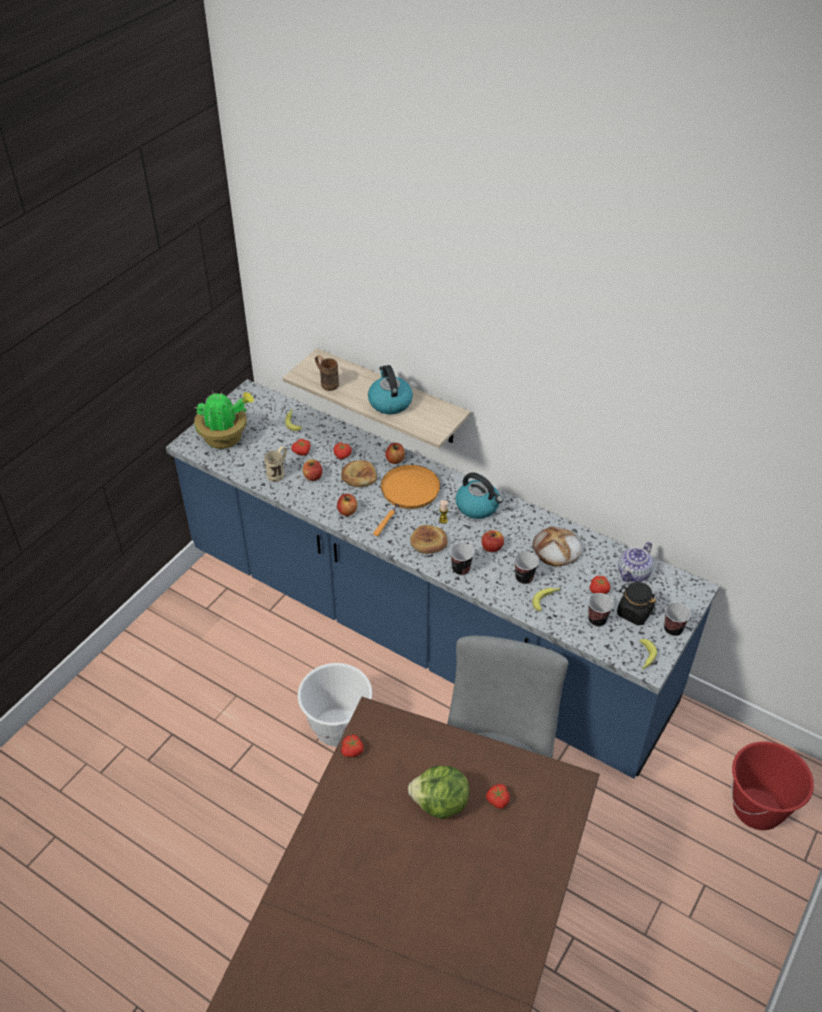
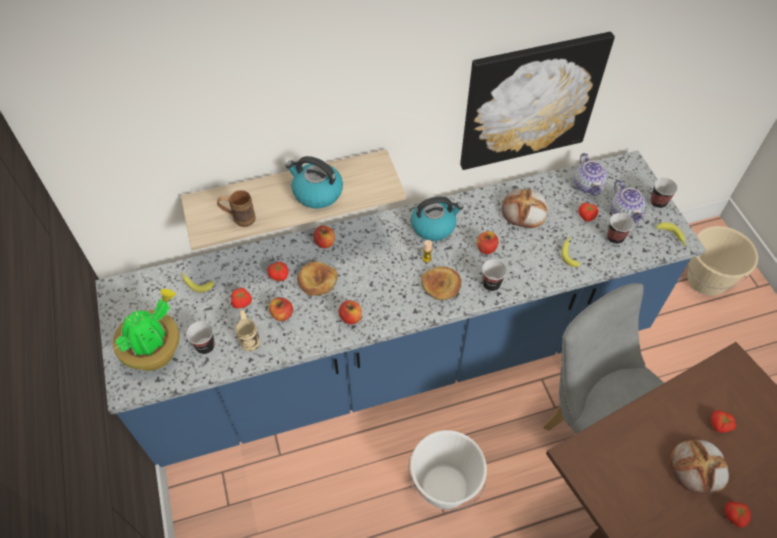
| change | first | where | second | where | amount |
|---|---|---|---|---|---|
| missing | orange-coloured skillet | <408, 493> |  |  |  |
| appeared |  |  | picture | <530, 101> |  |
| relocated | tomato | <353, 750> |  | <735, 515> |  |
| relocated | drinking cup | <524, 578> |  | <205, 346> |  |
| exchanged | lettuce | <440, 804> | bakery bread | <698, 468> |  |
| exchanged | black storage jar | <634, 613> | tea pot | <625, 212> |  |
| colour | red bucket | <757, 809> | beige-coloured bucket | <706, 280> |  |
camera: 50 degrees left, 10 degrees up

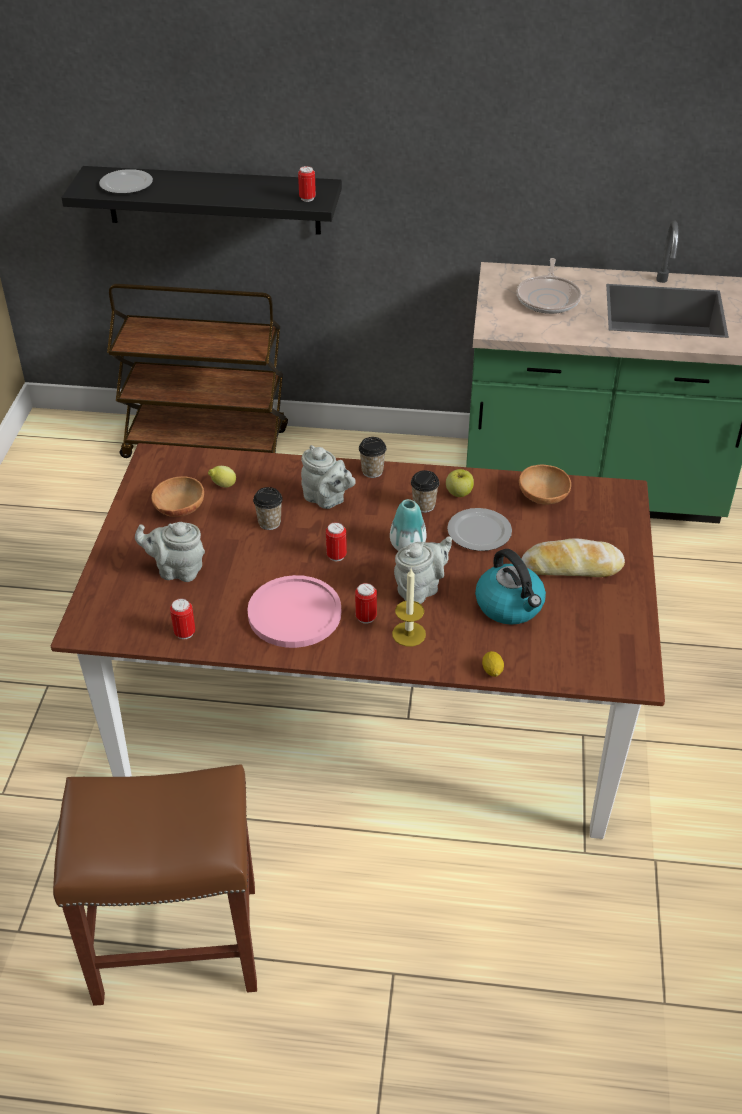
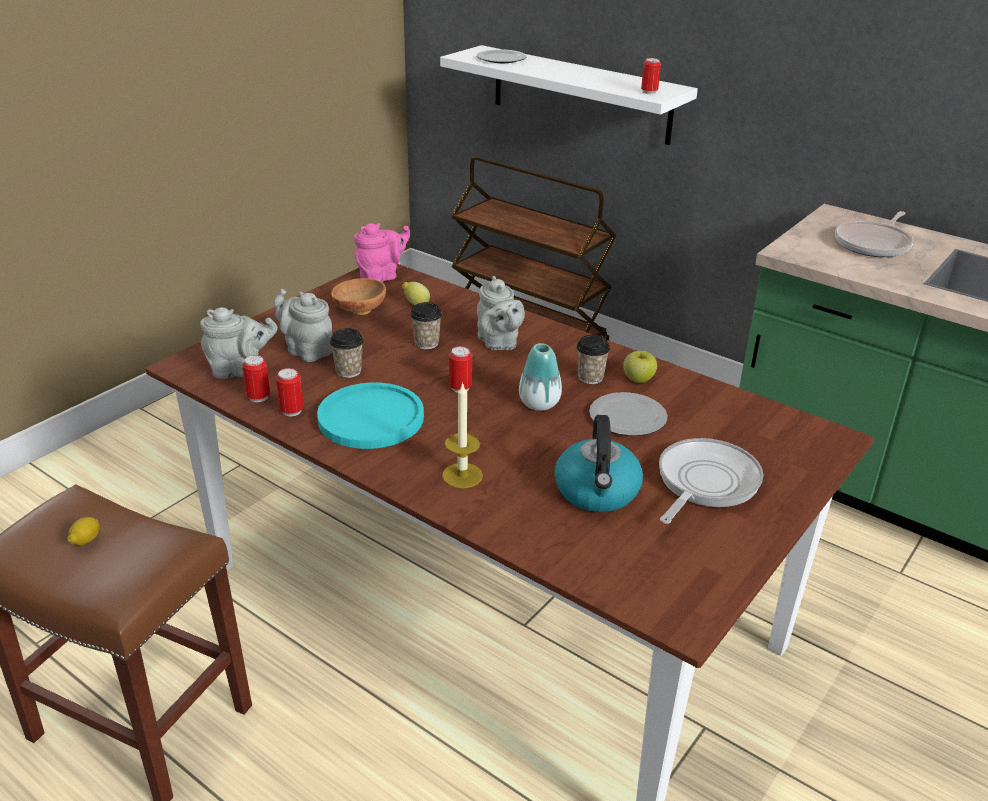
| change | first | where | second | where | amount |
|---|---|---|---|---|---|
| missing | brownish bowl | <543, 499> |  |  |  |
| appeared |  |  | pink-coloured tea pot | <381, 277> |  |
| relocated | can | <366, 617> |  | <292, 411> |  |
| relocated | drinking cup | <372, 471> |  | <348, 371> |  |
| relocated | gray tea pot | <420, 589> |  | <240, 370> |  |
| relocated | citrus fruit | <492, 670> |  | <86, 540> |  |
| exchanged | bakery bread | <571, 567> | skillet | <704, 483> |  |
| colour | black bracket shelf | <213, 200> | white bracket shelf | <580, 94> |  |
| colour | pink-coloured flat dish | <294, 613> | blue-green flat dish | <371, 418> |  |
camera: 30 degrees right, 10 degrees down

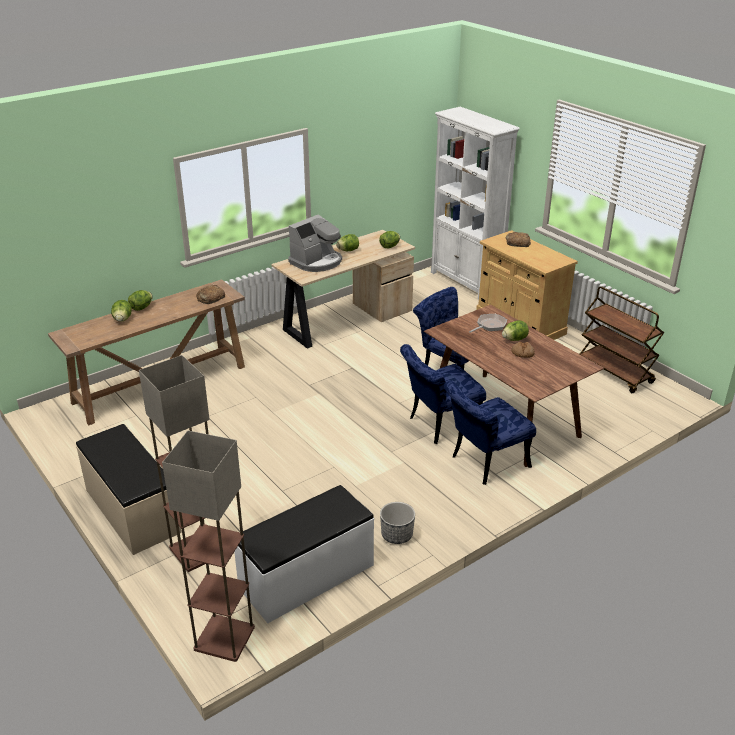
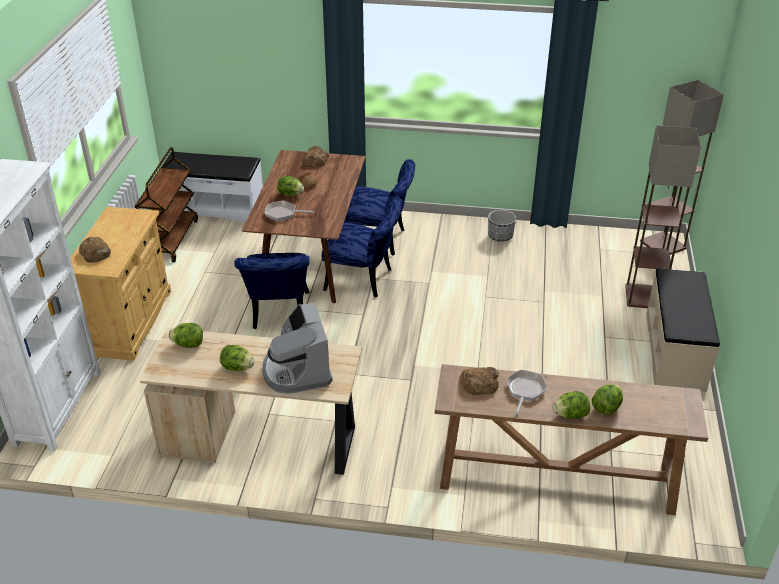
| change | first | where | second | where | amount |
|---|---|---|---|---|---|
| appeared |  |  | bakery bread | <315, 160> |  |
| appeared |  |  | skillet | <525, 390> |  |
| relocated | white indoor bench | <307, 577> |  | <215, 207> |  |
| spun | coffee maker | <317, 262> |  | <297, 370> | 105 degrees counterclockwise |
camera: 135 degrees left, 5 degrees up

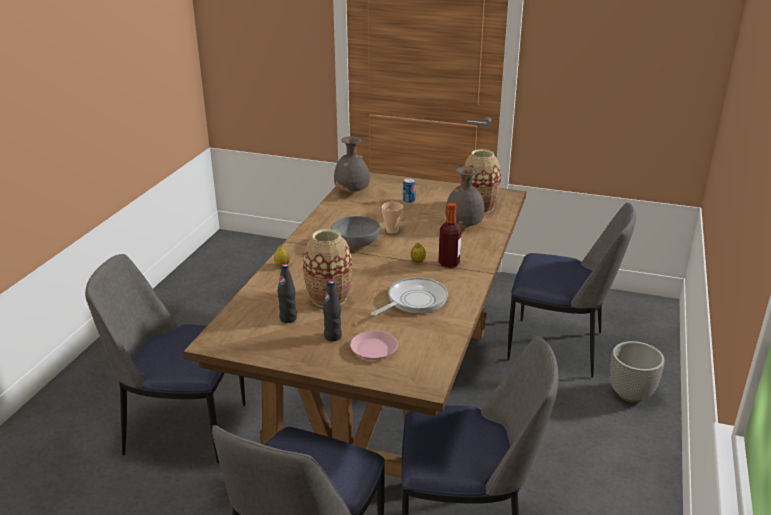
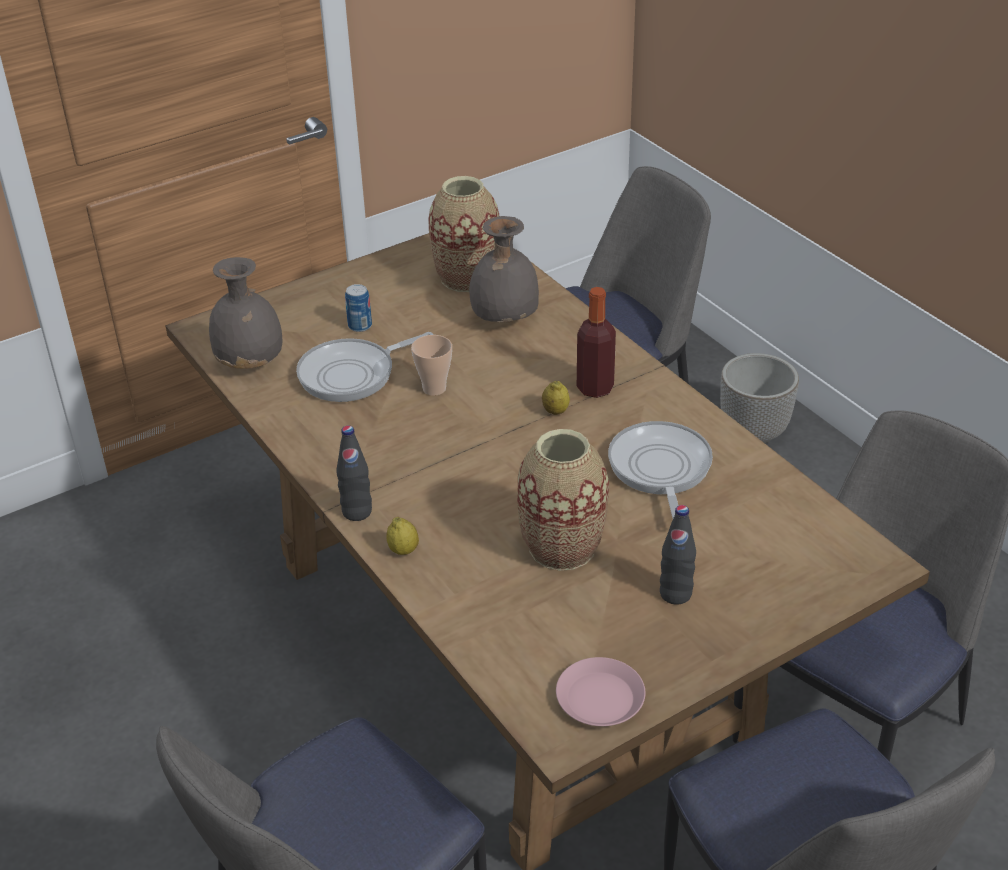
| change | first | where | second | where | amount |
|---|---|---|---|---|---|
| missing | gray bowl | <355, 244> |  |  |  |
| appeared |  |  | skillet | <352, 374> |  |
| relocated | black bottle | <288, 318> |  | <357, 512> |  |
| relocated | pink-coloured flat dish | <374, 349> |  | <600, 698> |  |
camera: 50 degrees left, 10 degrees up

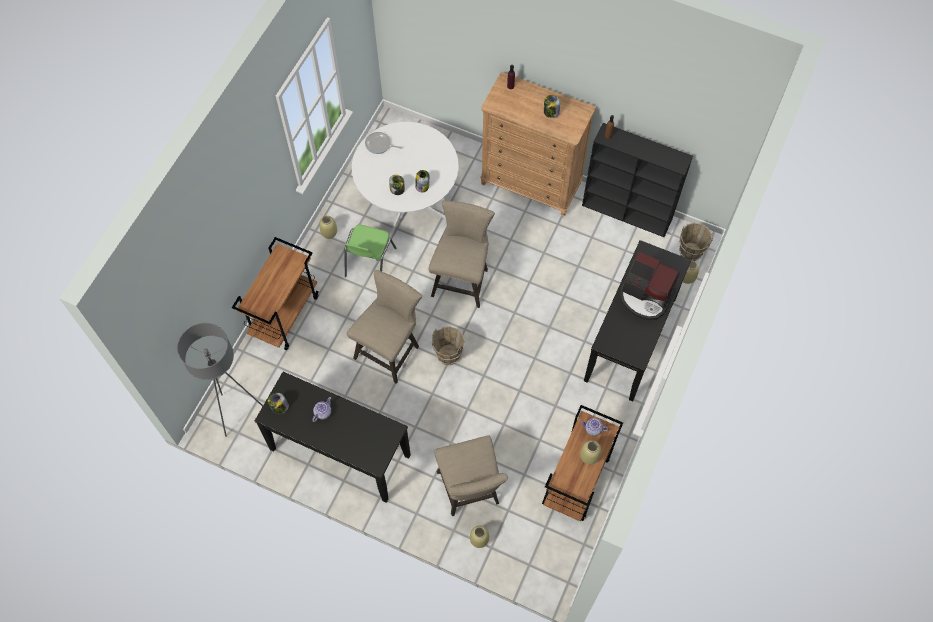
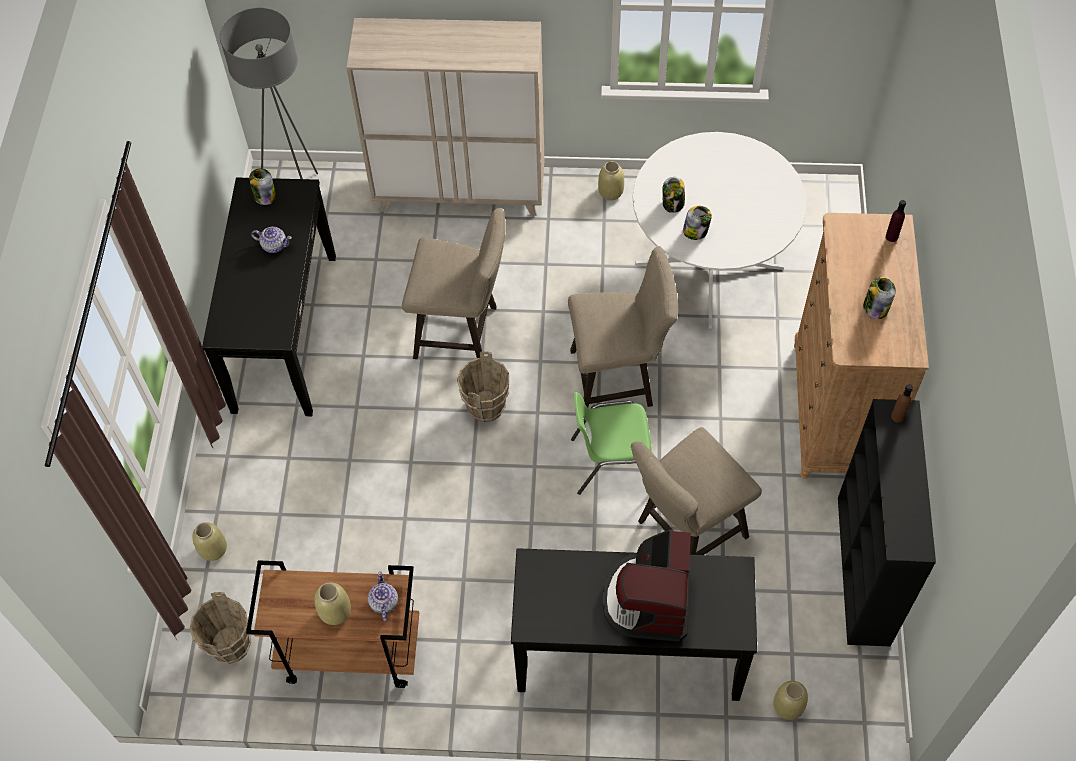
| change | first | where | second | where | amount |
|---|---|---|---|---|---|
| missing | skillet | <379, 145> |  |  |  |
| relocated | green chair | <369, 263> |  | <611, 462> |  |
| relocated | beige-coloured stool seat | <470, 492> |  | <685, 532> |  |
| relocated | brownish bucket | <690, 252> |  | <231, 645> |  |
| exchanged | brownish wheeled cart | <284, 314> | beige-coloured cabinet | <461, 193> |  |
camera: 70 degrees right, 5 degrees down

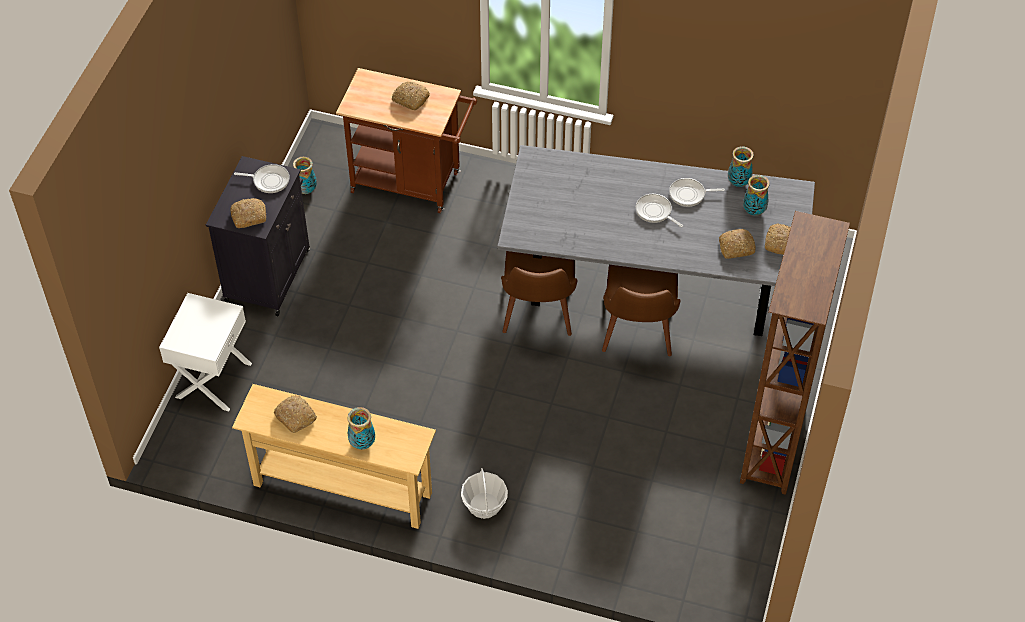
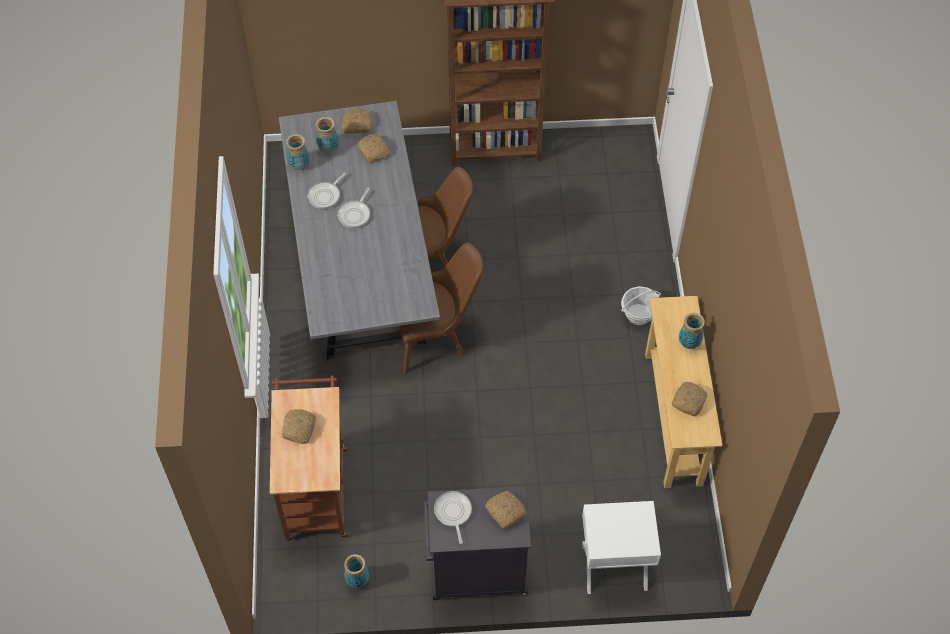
| change | first | where | second | where | amount |
|---|---|---|---|---|---|
| spun | skillet | <689, 194> |  | <325, 195> | 60 degrees clockwise |
camera: 110 degrees left, 5 degrees up

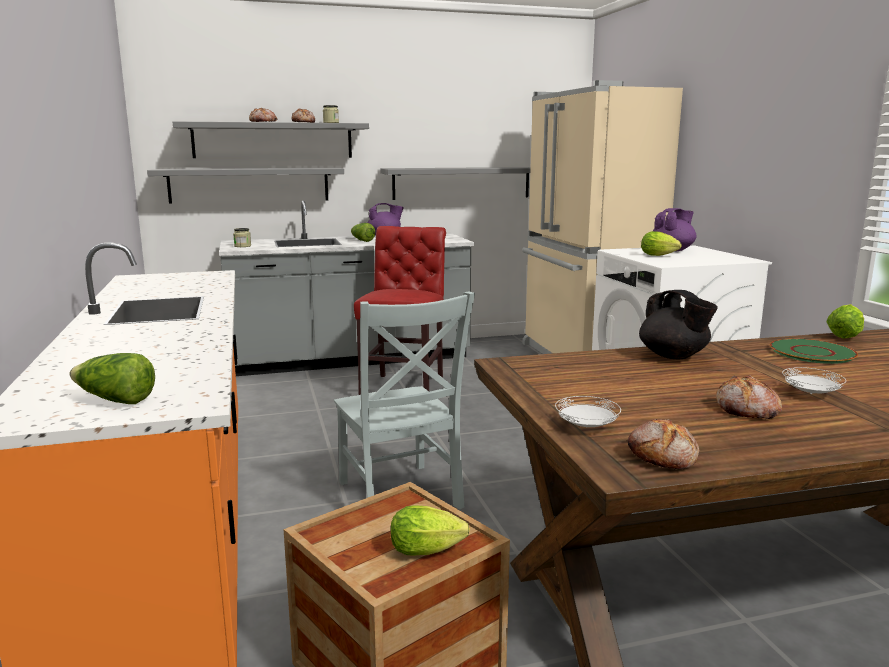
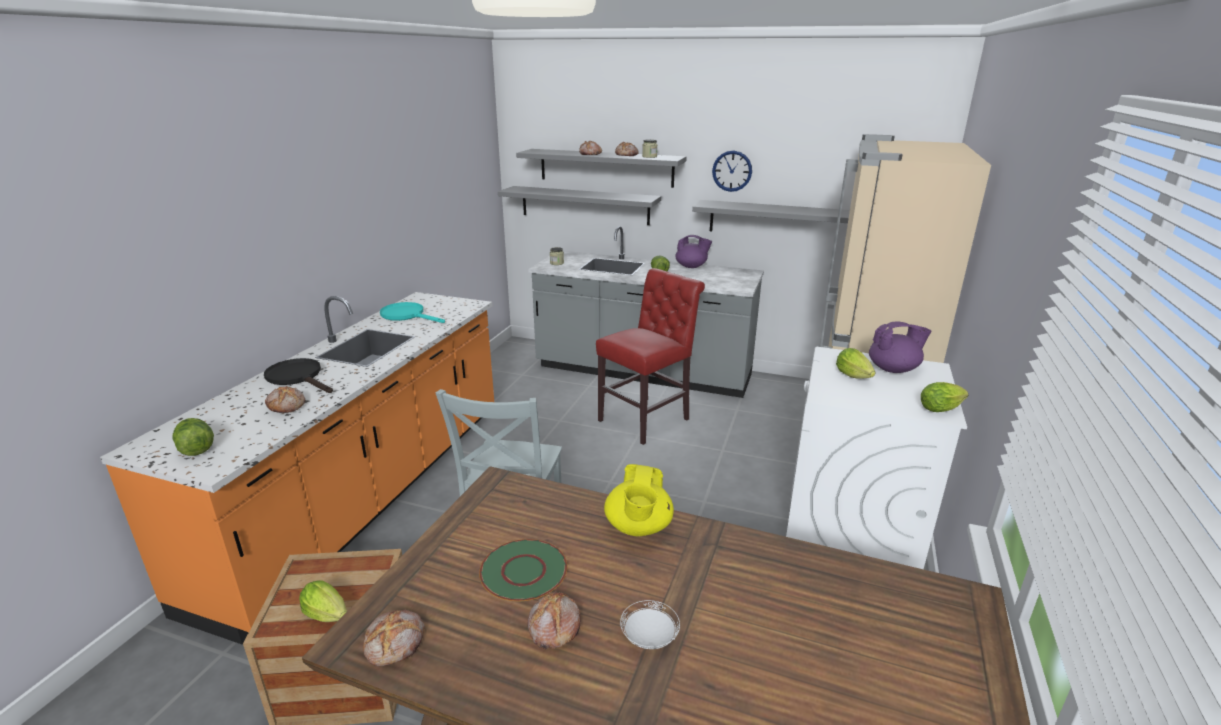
| change | first | where | second | where | amount |
|---|---|---|---|---|---|
| missing | white flat dish | <586, 427> |  |  |  |
| appeared |  |  | black skillet | <298, 377> |  |
| appeared |  |  | bakery bread | <287, 405> |  |
| appeared |  |  | blue-green skillet | <407, 315> |  |
| appeared |  |  | wall clock | <732, 171> |  |
| relocated | green flat dish | <811, 352> |  | <523, 571> |  |
| relocated | lettuce | <845, 335> |  | <942, 409> |  |
| colour | black tea pot | <673, 356> | yellow-coloured tea pot | <638, 527> |  |
camera: 35 degrees right, 10 degrees up

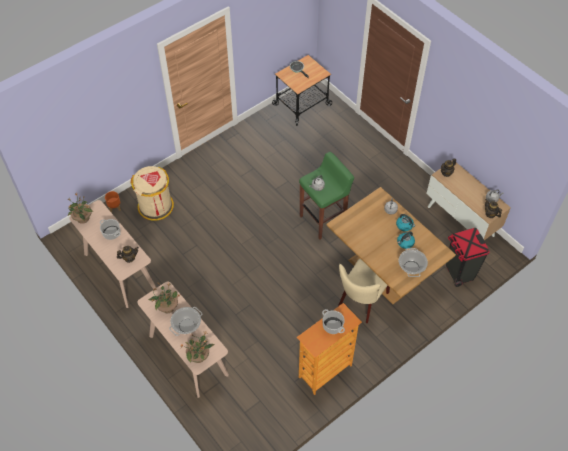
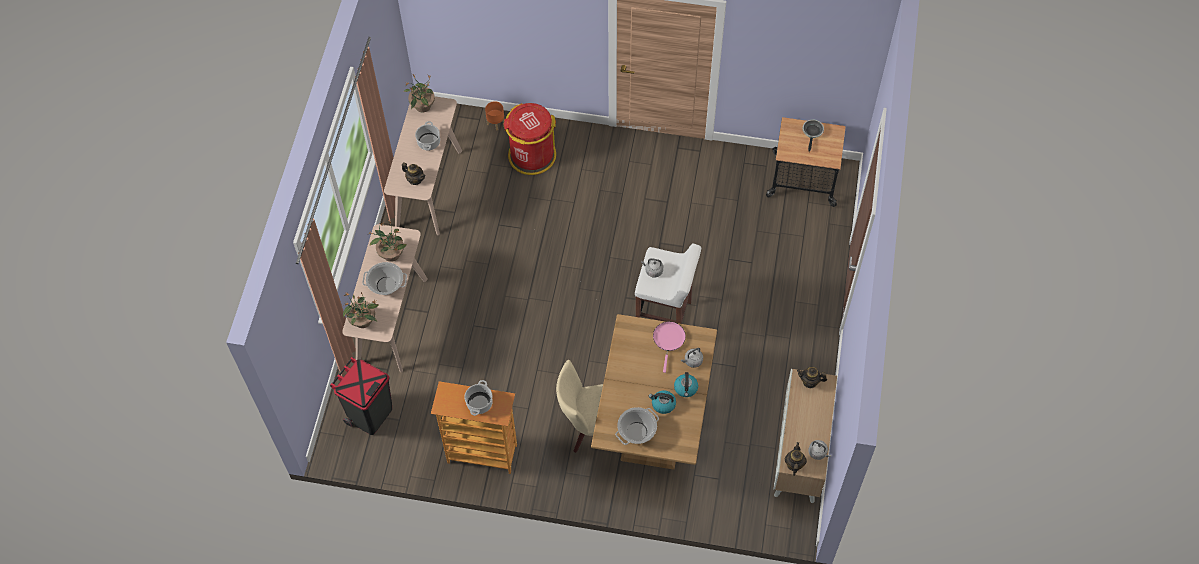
| change | first | where | second | where | amount |
|---|---|---|---|---|---|
| appeared |  |  | pink-coloured skillet | <668, 340> |  |
| relocated | black waste bin | <459, 272> |  | <370, 414> |  |
| colour | beige-coloured waste bin | <156, 206> | red waste bin | <531, 155> |  |
| colour | green stool seat | <323, 220> | white stool seat | <664, 317> |  |
camera: 50 degrees right, 5 degrees up

